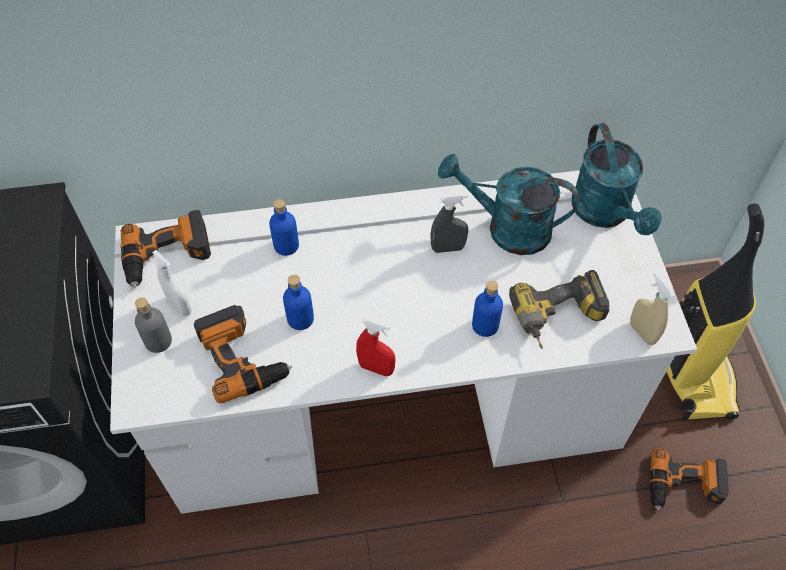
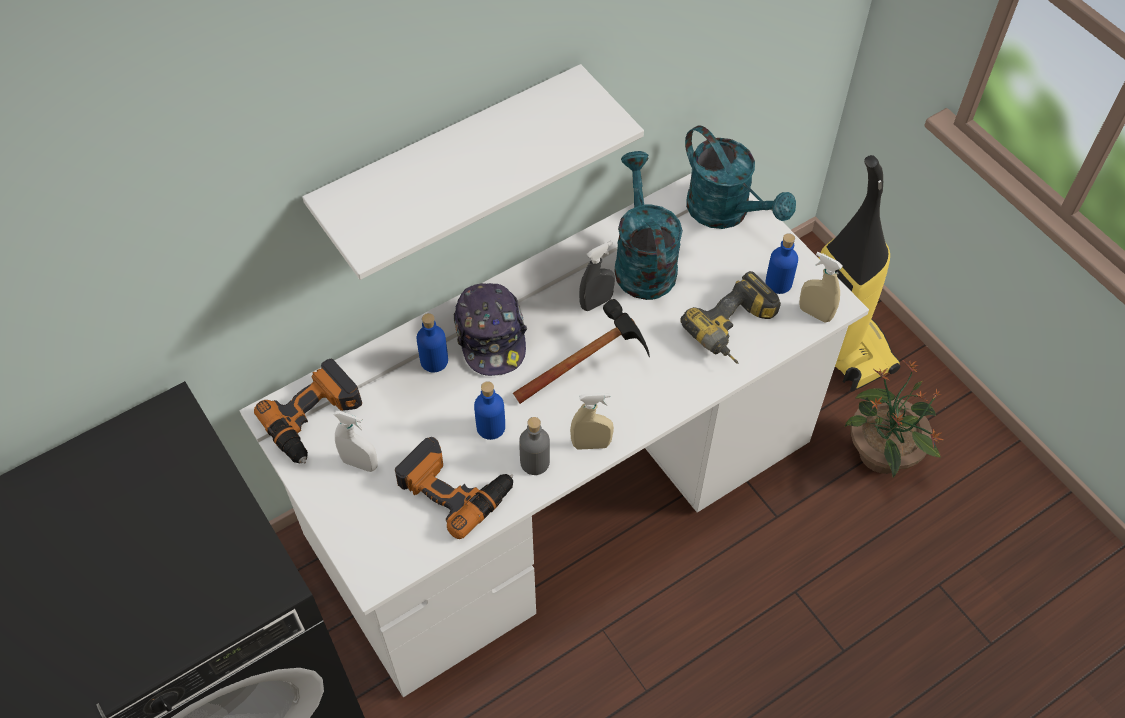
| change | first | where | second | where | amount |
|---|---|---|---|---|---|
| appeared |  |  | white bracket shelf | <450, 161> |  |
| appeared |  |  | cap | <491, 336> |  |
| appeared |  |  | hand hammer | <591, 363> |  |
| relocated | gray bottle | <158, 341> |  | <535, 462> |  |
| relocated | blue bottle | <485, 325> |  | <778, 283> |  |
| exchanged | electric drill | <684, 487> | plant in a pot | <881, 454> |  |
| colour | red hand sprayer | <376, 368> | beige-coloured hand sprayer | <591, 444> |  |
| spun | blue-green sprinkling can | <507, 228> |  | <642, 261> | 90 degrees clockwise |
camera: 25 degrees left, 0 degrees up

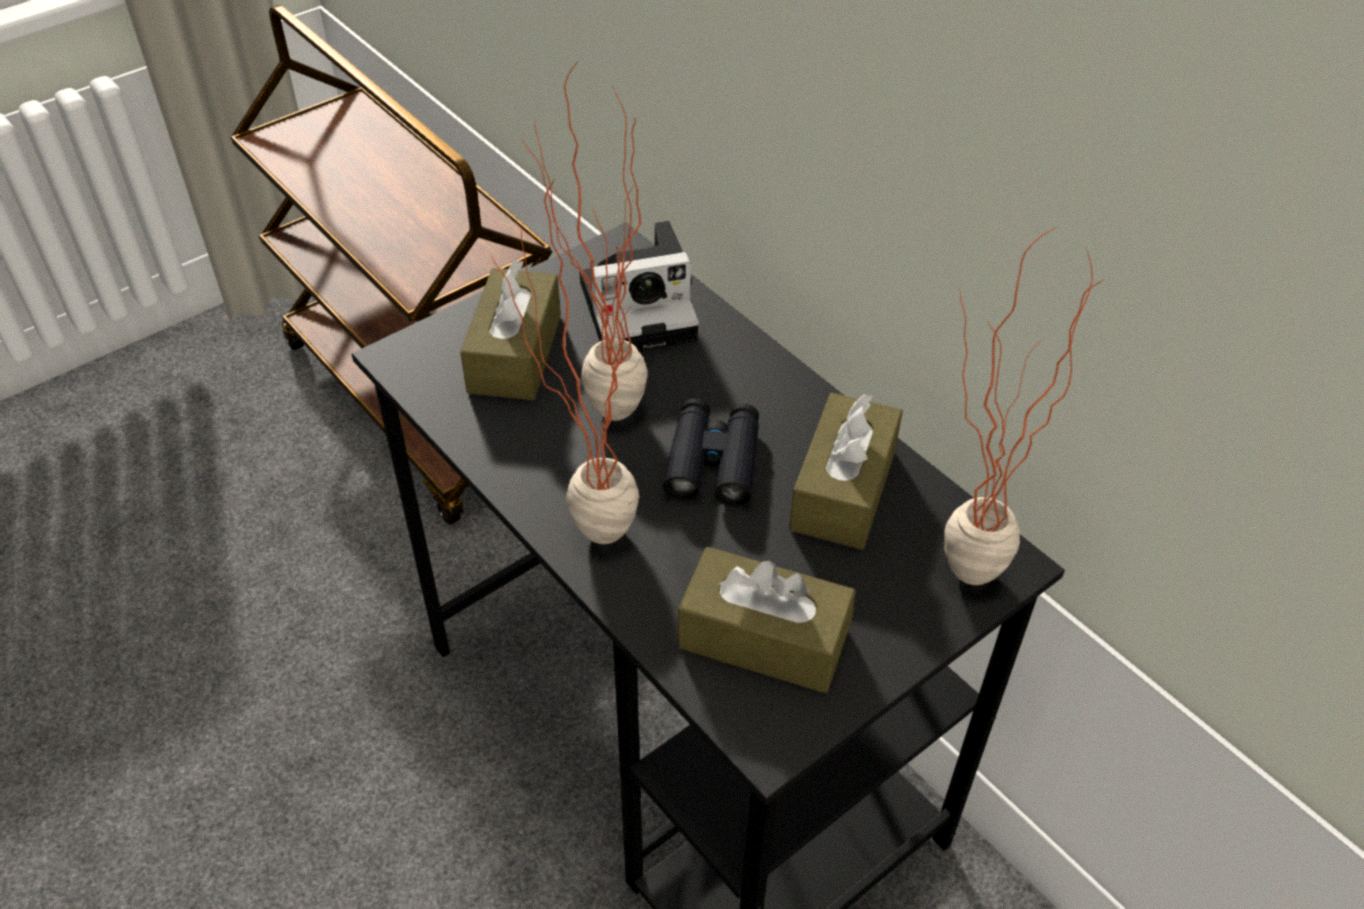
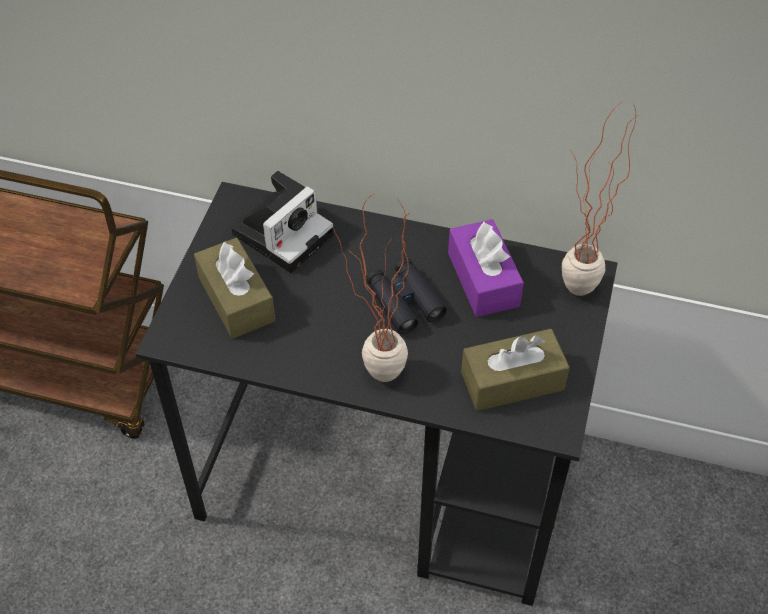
| change | first | where | second | where | amount |
|---|---|---|---|---|---|
| missing | plant in a pot | <595, 413> |  |  |  |
| colour | brownish tissue box | <843, 489> | purple tissue box | <483, 279> |  |
camera: 35 degrees left, 5 degrees up

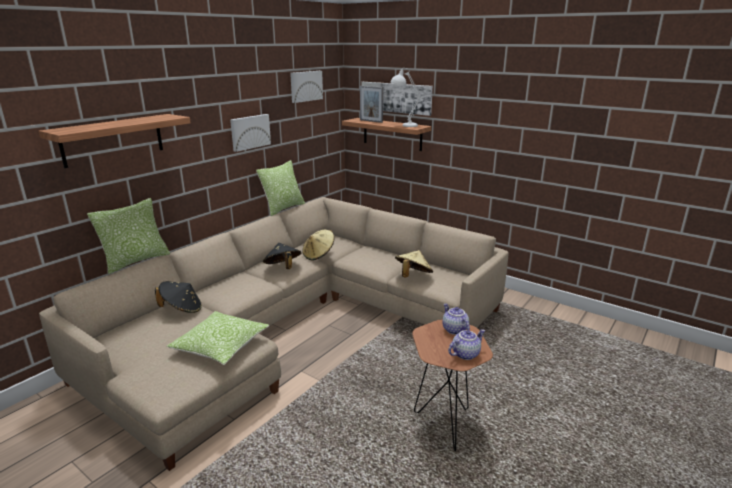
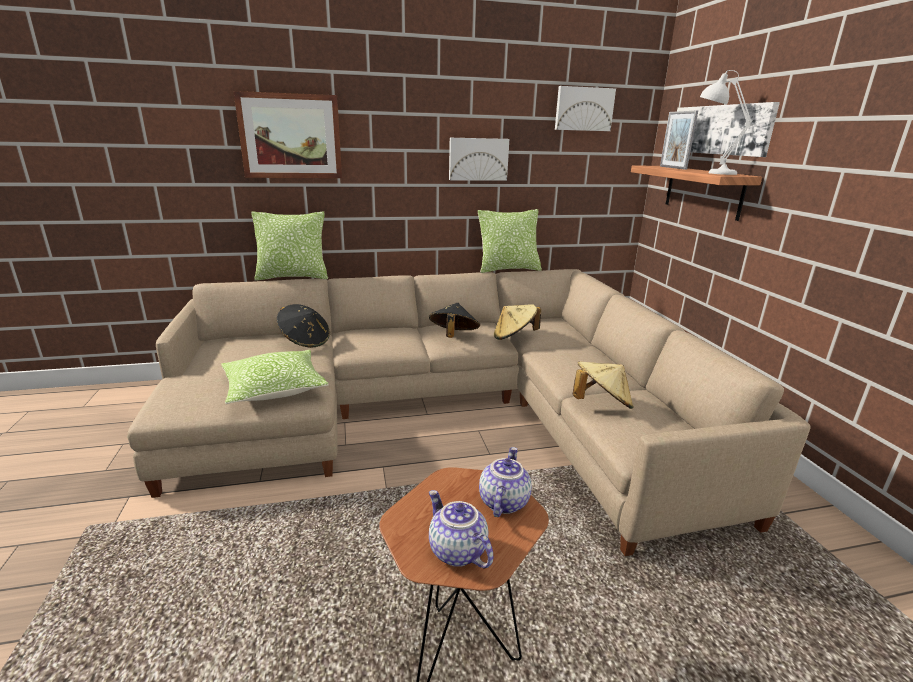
| change | first | where | second | where | amount |
|---|---|---|---|---|---|
| exchanged | bracket shelf | <113, 140> | picture | <291, 136> |  |
| spun | tea pot | <465, 354> |  | <456, 551> | 135 degrees counterclockwise |
camera: 40 degrees right, 0 degrees up

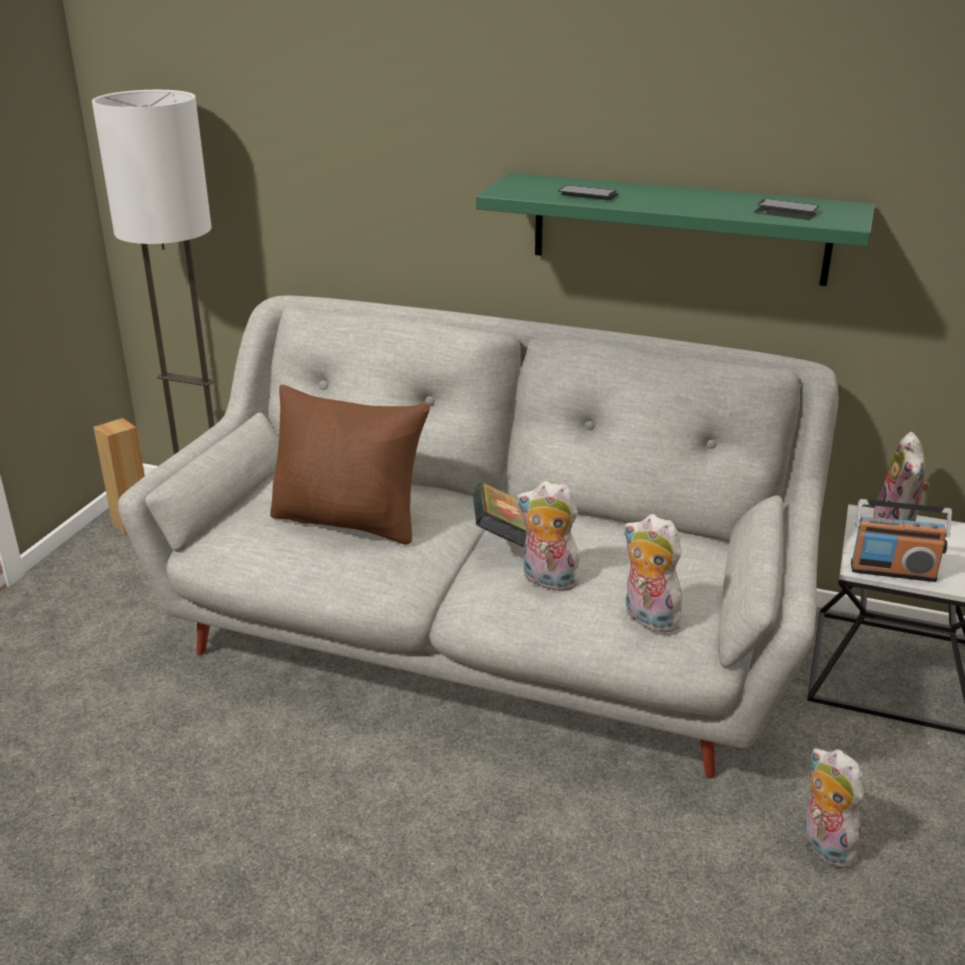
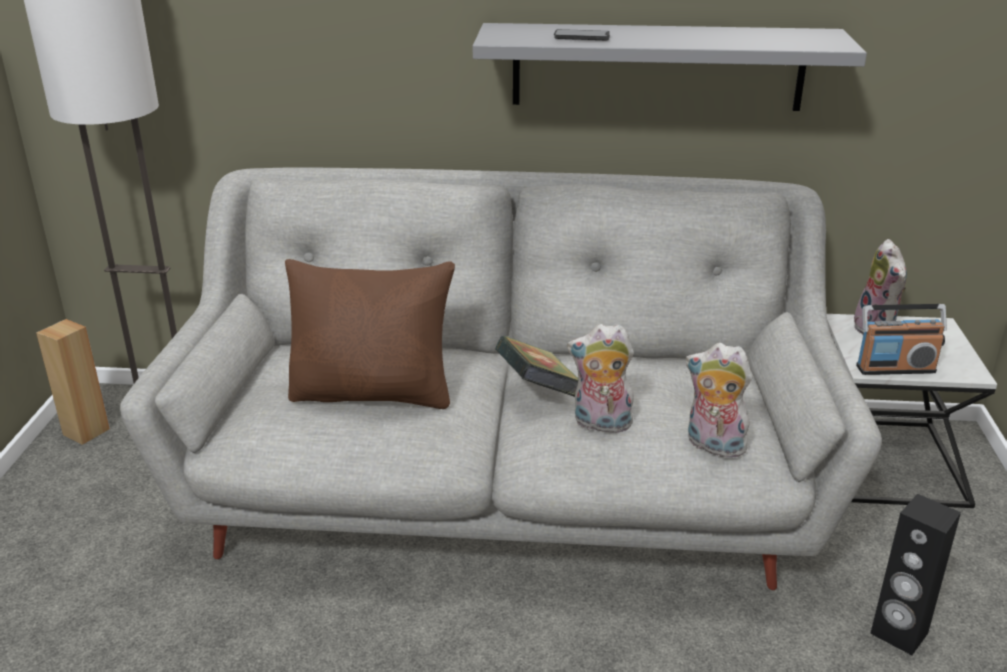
| change | first | where | second | where | amount |
|---|---|---|---|---|---|
| missing | telephone | <786, 212> |  |  |  |
| exchanged | cuddly toy | <823, 845> | black speaker | <898, 634> |  |
| colour | green bracket shelf | <679, 228> | gray bracket shelf | <657, 67> |  |
camera: 15 degrees left, 0 degrees up

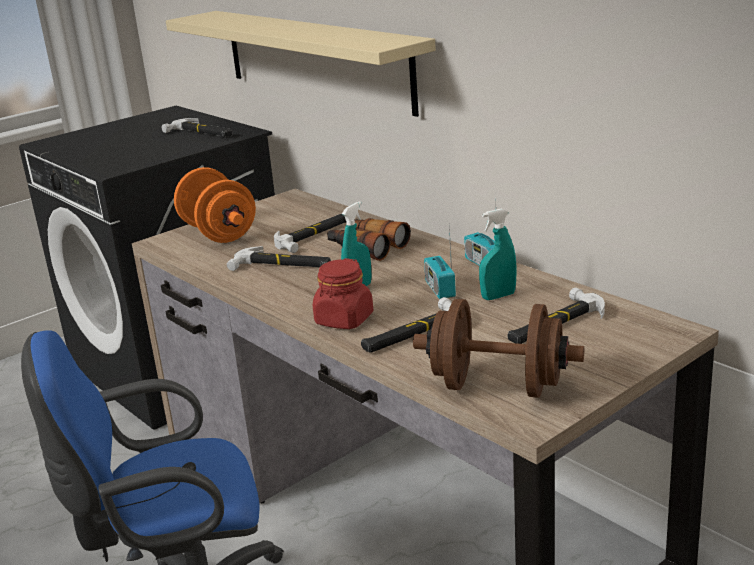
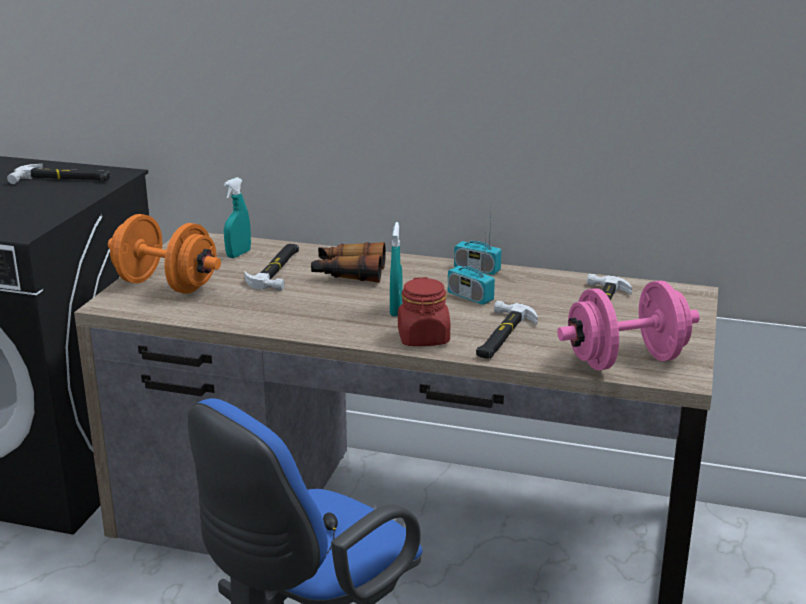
| change | first | where | second | where | amount |
|---|---|---|---|---|---|
| missing | beige-coloured bracket shelf | <315, 59> |  |  |  |
| missing | hand hammer | <282, 265> |  |  |  |
| relocated | blue-green hand sprayer | <498, 296> |  | <238, 254> |  |
| colour | brownish free weight | <498, 387> | pink-coloured free weight | <625, 360> |  |
camera: 35 degrees left, 0 degrees up

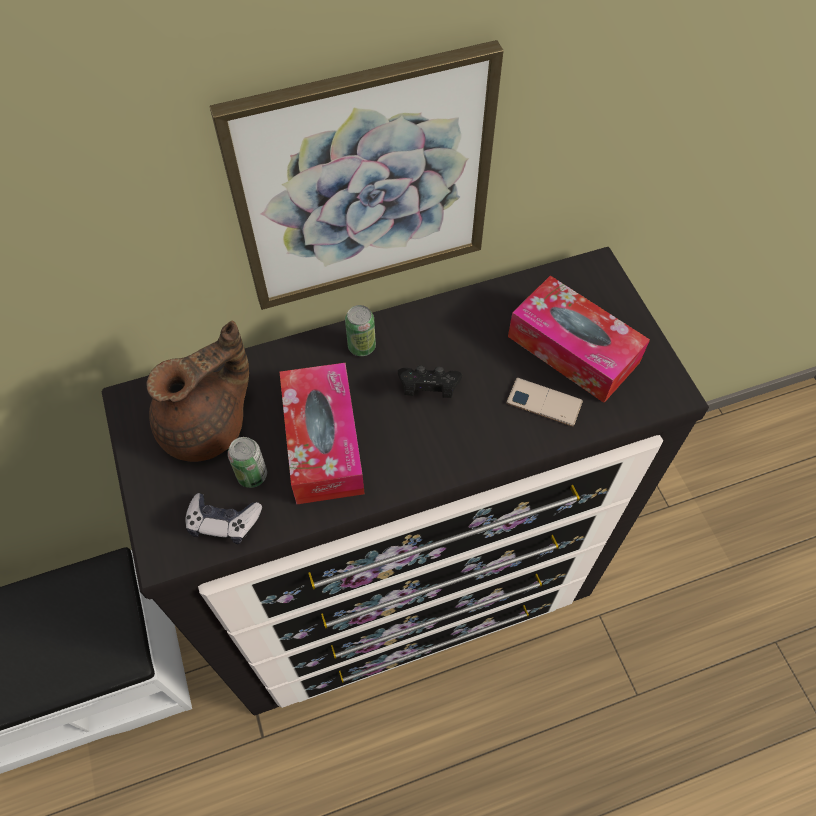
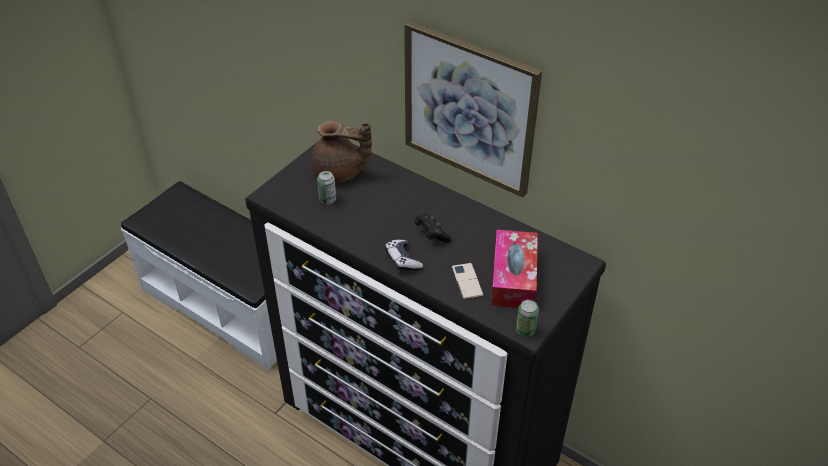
| change | first | where | second | where | amount |
|---|---|---|---|---|---|
| missing | tissue box | <323, 442> |  |  |  |
| relocated | game controller | <223, 522> |  | <402, 260> |  |
| relocated | can | <361, 346> |  | <525, 330> |  |
camera: 55 degrees right, 15 degrees down

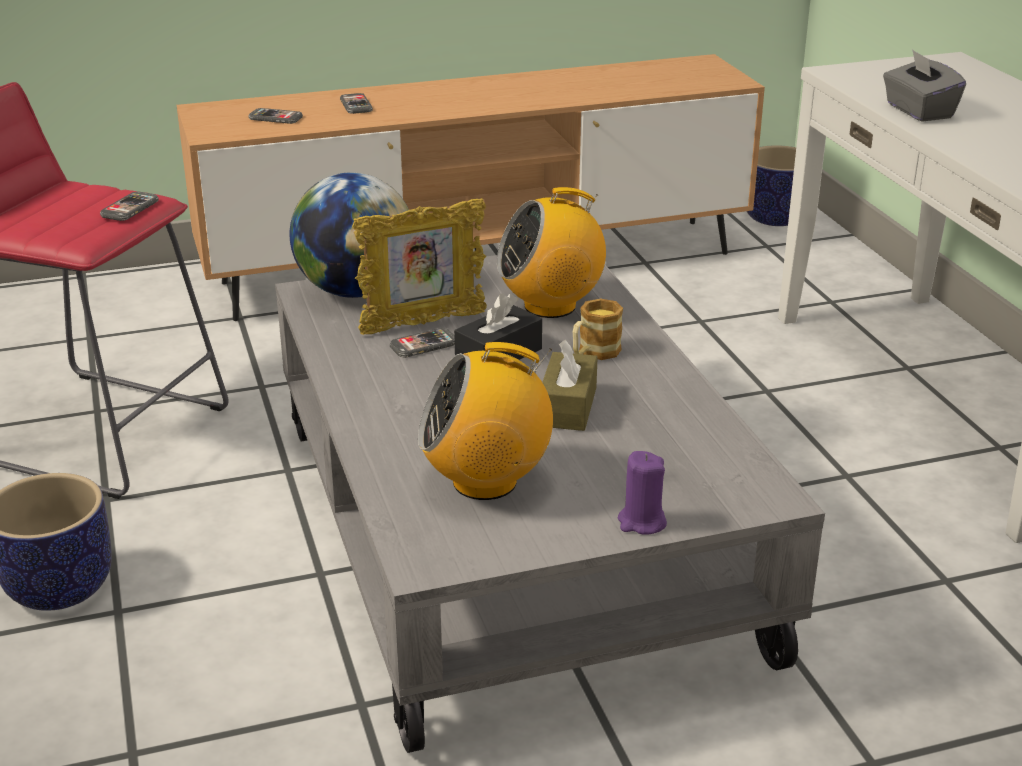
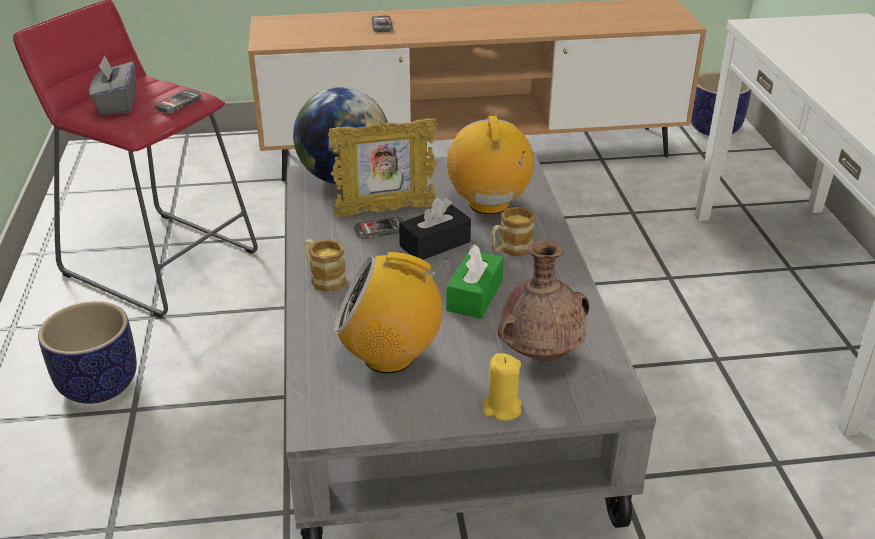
| change | first | where | second | where | amount |
|---|---|---|---|---|---|
| missing | telephone | <275, 118> |  |  |  |
| appeared |  |  | mug | <324, 278> |  |
| appeared |  |  | brownish decorative vase | <542, 353> |  |
| relocated | gray tissue box | <918, 111> |  | <117, 104> |  |
| colour | brownish tissue box | <568, 406> | green tissue box | <475, 295> |  |
| colour | purple candle | <641, 522> | yellow-coloured candle | <502, 408> |  |
| spun | radio | <551, 306> |  | <489, 204> | 90 degrees clockwise |
camera: 10 degrees right, 5 degrees up

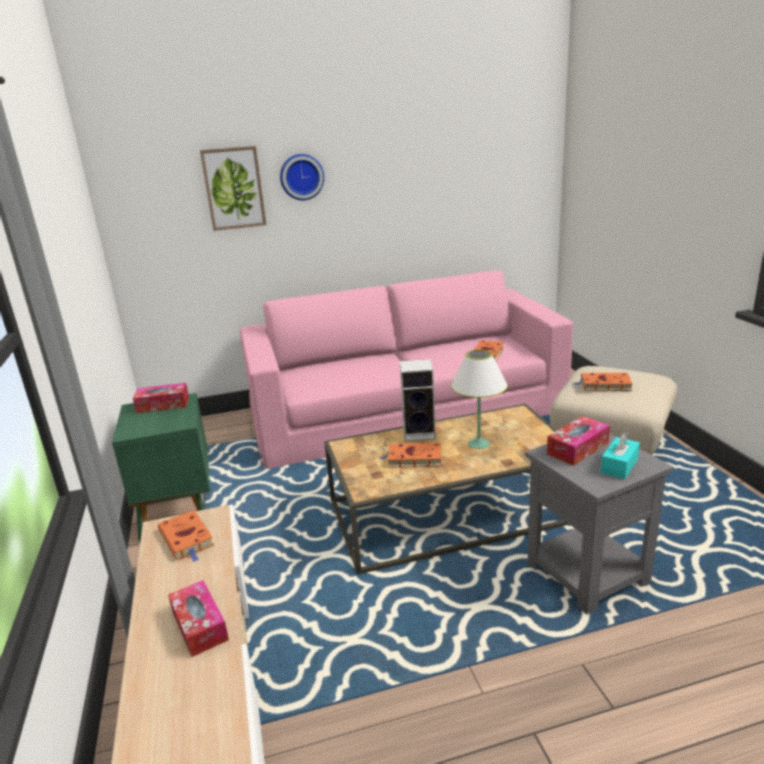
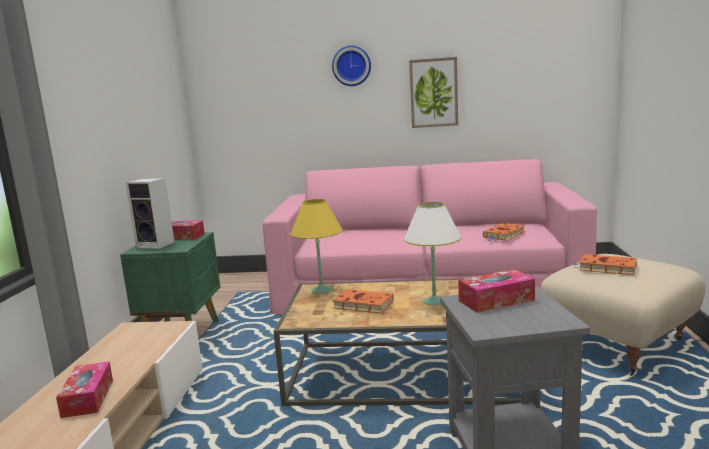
| change | first | where | second | where | amount |
|---|---|---|---|---|---|
| missing | orange-coloured book | <187, 539> |  |  |  |
| missing | blue-green tissue box | <619, 466> |  |  |  |
| appeared |  |  | yellow-coloured table lamp | <321, 290> |  |
| relocated | picture | <234, 188> |  | <433, 93> |  |
| relocated | speaker | <420, 433> |  | <157, 245> |  |
camera: 20 degrees right, 10 degrees down

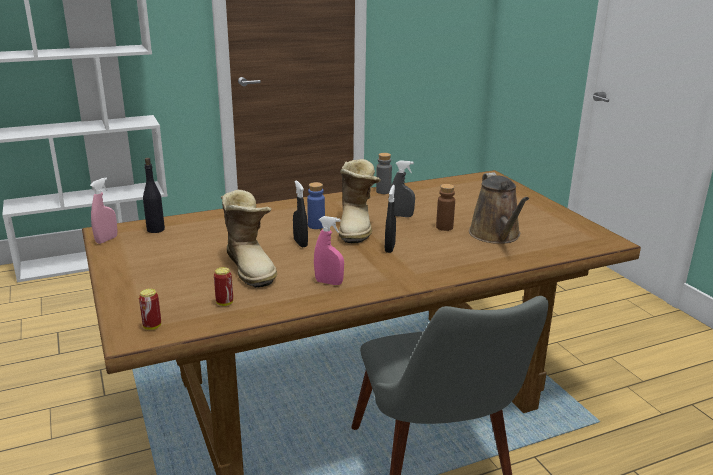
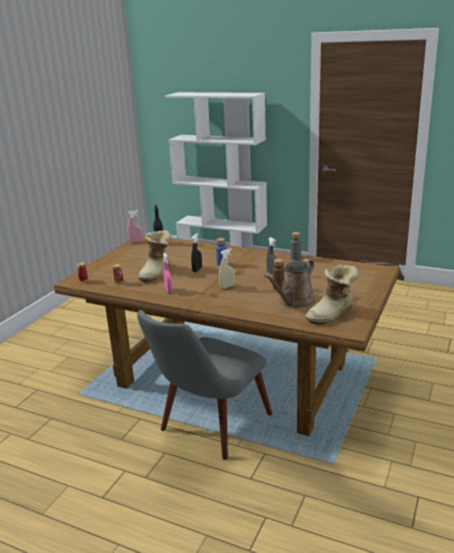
| change | first | where | second | where | amount |
|---|---|---|---|---|---|
| relocated | high-top boot | <357, 227> |  | <332, 314> |  |
| colour | black hand sprayer | <389, 248> | beige-coloured hand sprayer | <227, 287> |  |
camera: 50 degrees right, 0 degrees up

